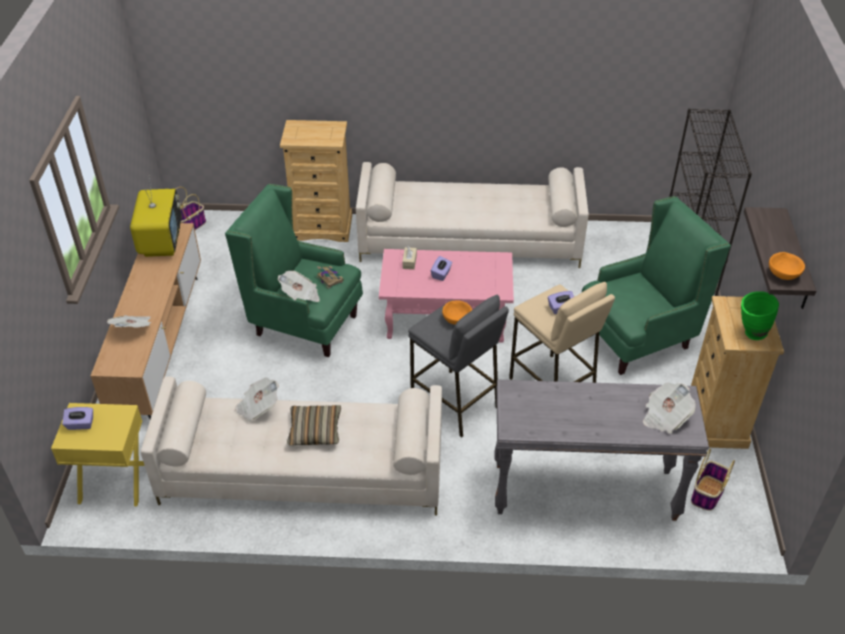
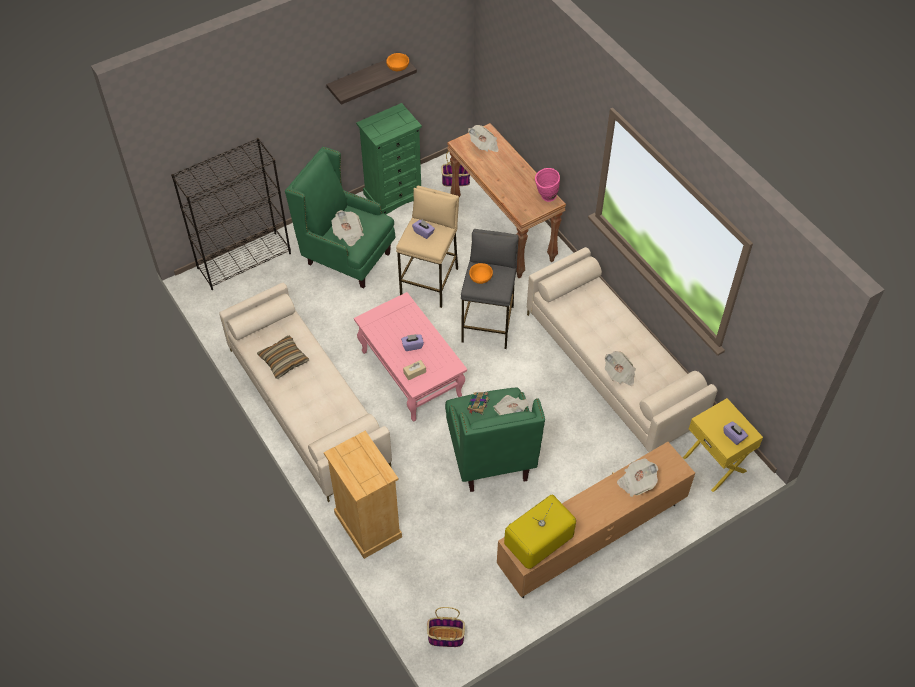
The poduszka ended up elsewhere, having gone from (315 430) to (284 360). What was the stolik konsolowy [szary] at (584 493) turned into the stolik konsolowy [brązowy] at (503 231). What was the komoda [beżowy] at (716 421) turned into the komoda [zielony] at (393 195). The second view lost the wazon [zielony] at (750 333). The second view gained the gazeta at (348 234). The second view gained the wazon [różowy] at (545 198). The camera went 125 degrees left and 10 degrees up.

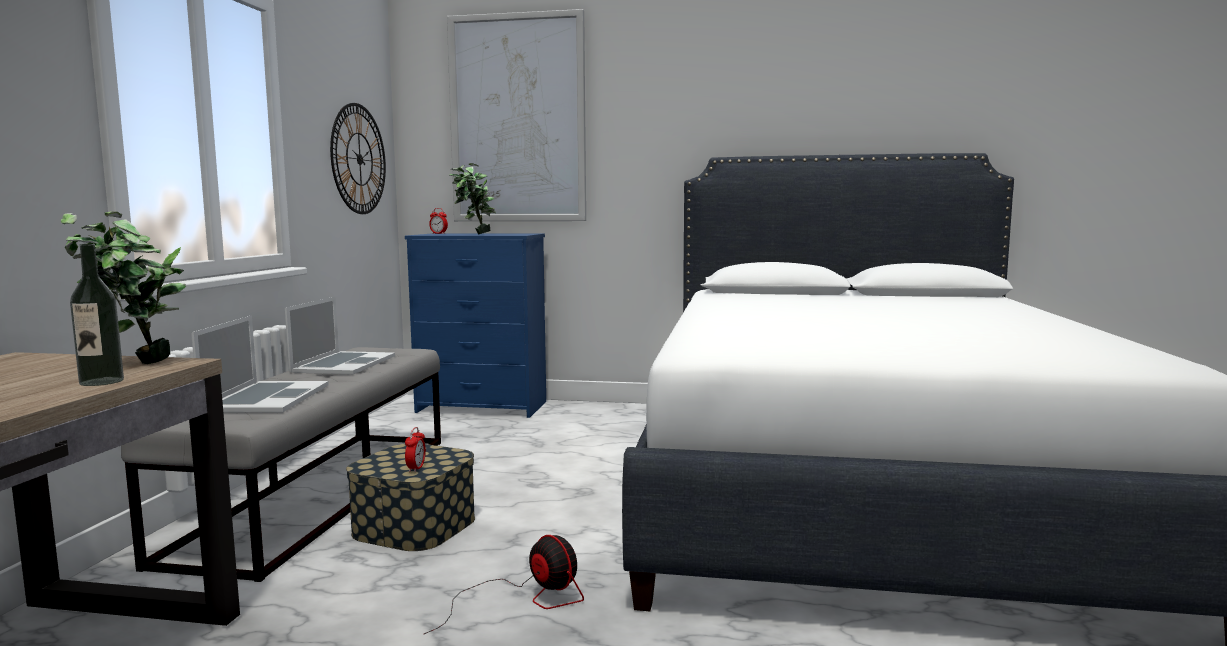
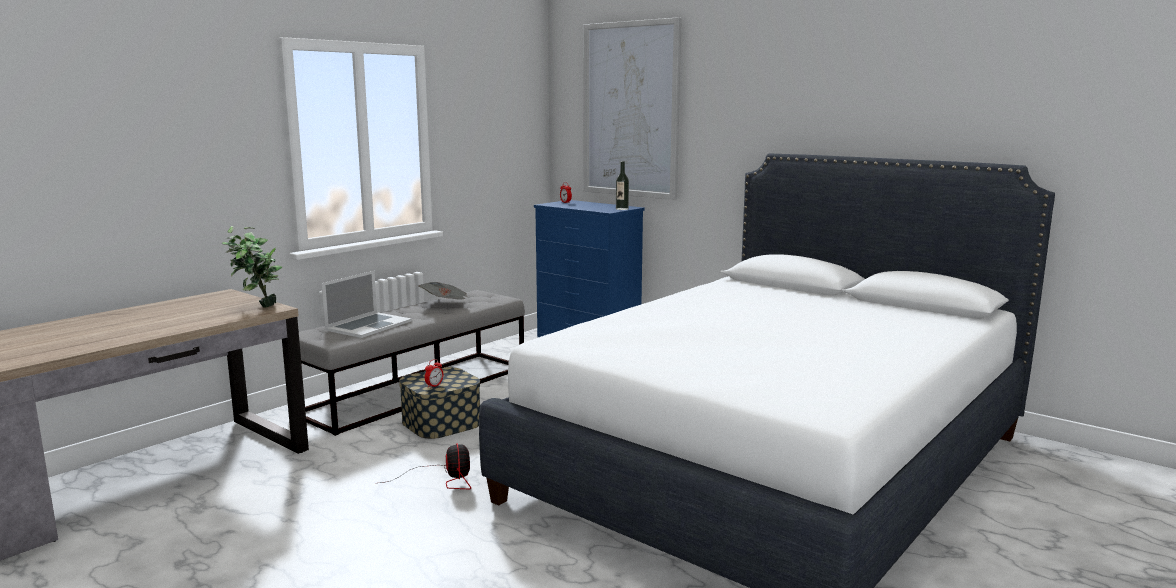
The butelka ended up elsewhere, having gone from (101 381) to (622 209). Where the laptop stood at (343 364), the gazeta came to stand at (445 304). The second view lost the zegar ścienny at (359 159). The second view lost the roślina doniczkowa at (474 234). The camera went 30 degrees right and 5 degrees up.

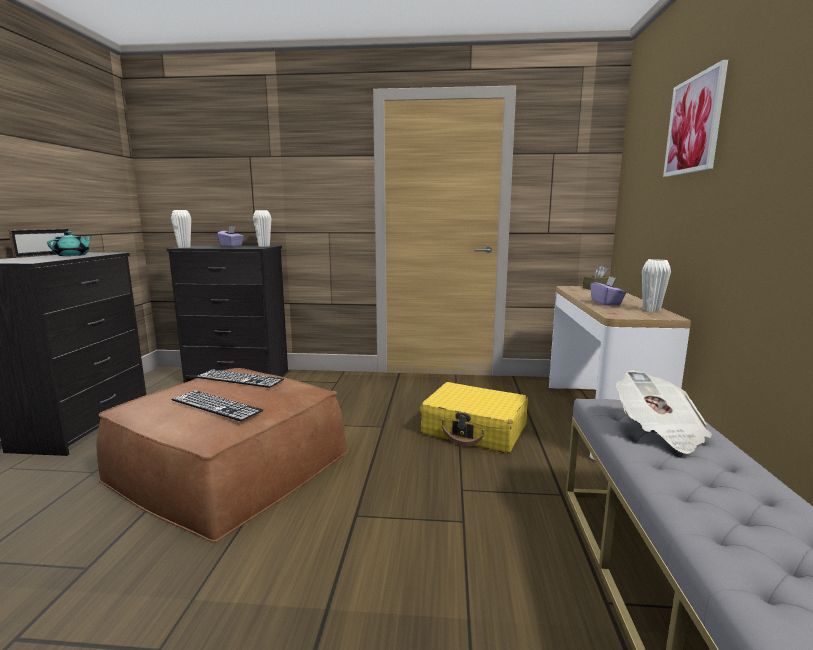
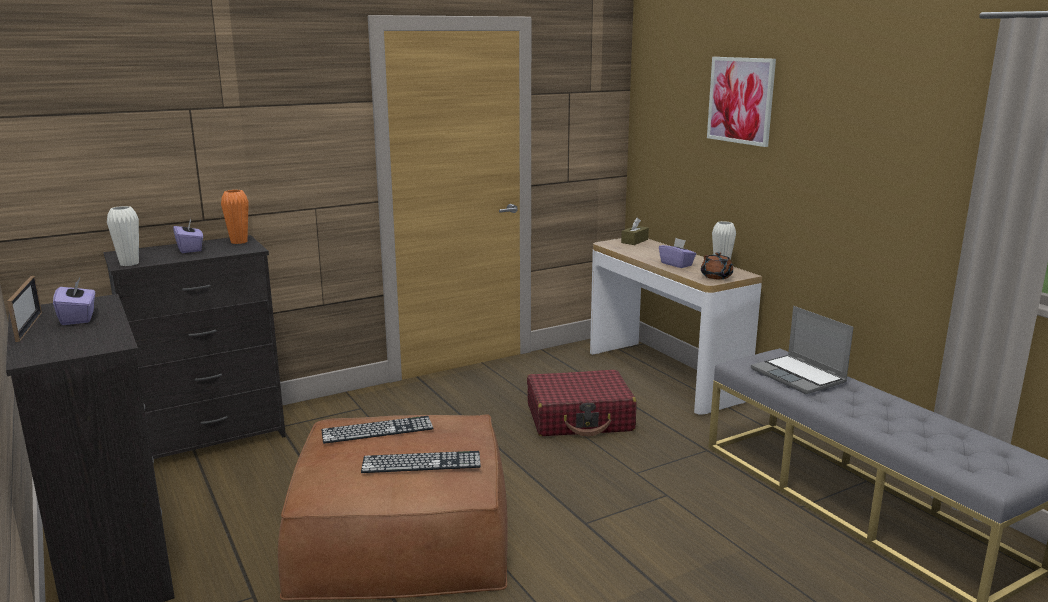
Where the imbryk [turkusowy] stood at (73 255), the pudełko chusteczek [fioletowy] came to stand at (78 318). What was the wazon [biały] at (264 246) turned into the wazon [pomarańczowy] at (239 242). What was the walizka [żółty] at (474 430) turned into the walizka [czerwony] at (580 418). Where the gazeta stood at (659 432), the laptop came to stand at (799 376). The second view gained the imbryk [brązowy] at (716 277). The camera went 35 degrees left and 5 degrees up.

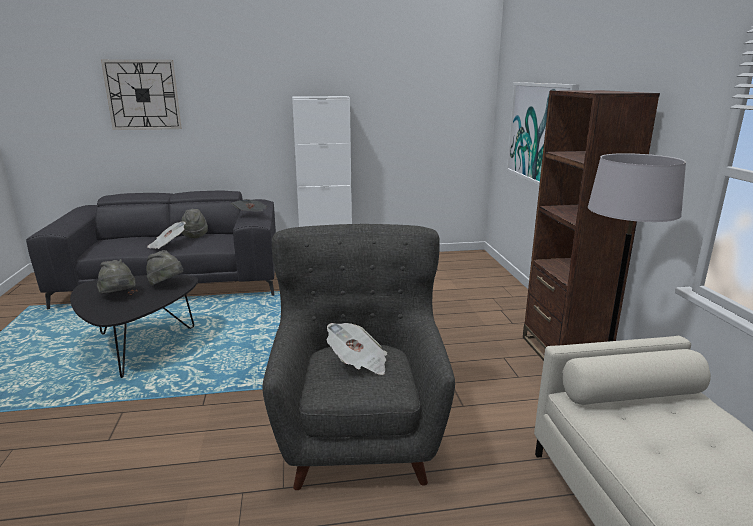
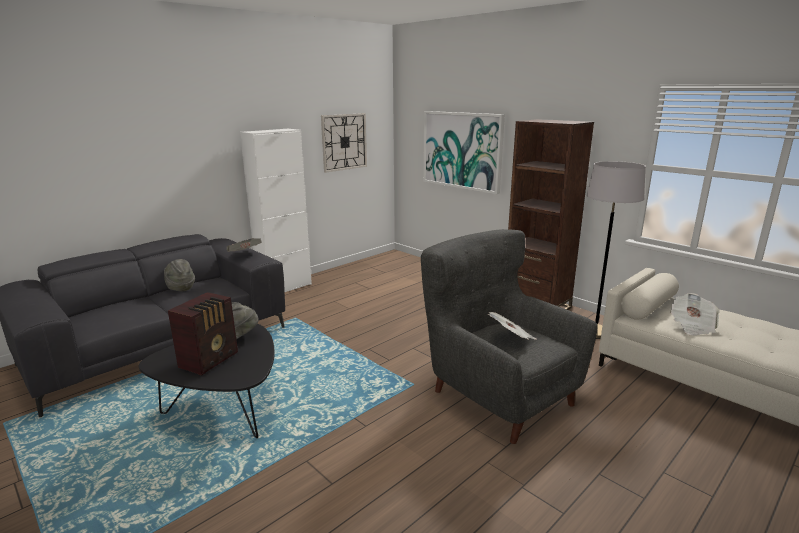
Where the kapelusz [szary] stood at (119 295), the radio came to stand at (210 360). The zegar ścienny ended up elsewhere, having gone from (143 95) to (344 142). The gazeta ended up elsewhere, having gone from (168 245) to (692 326). The camera went 35 degrees left and 0 degrees up.

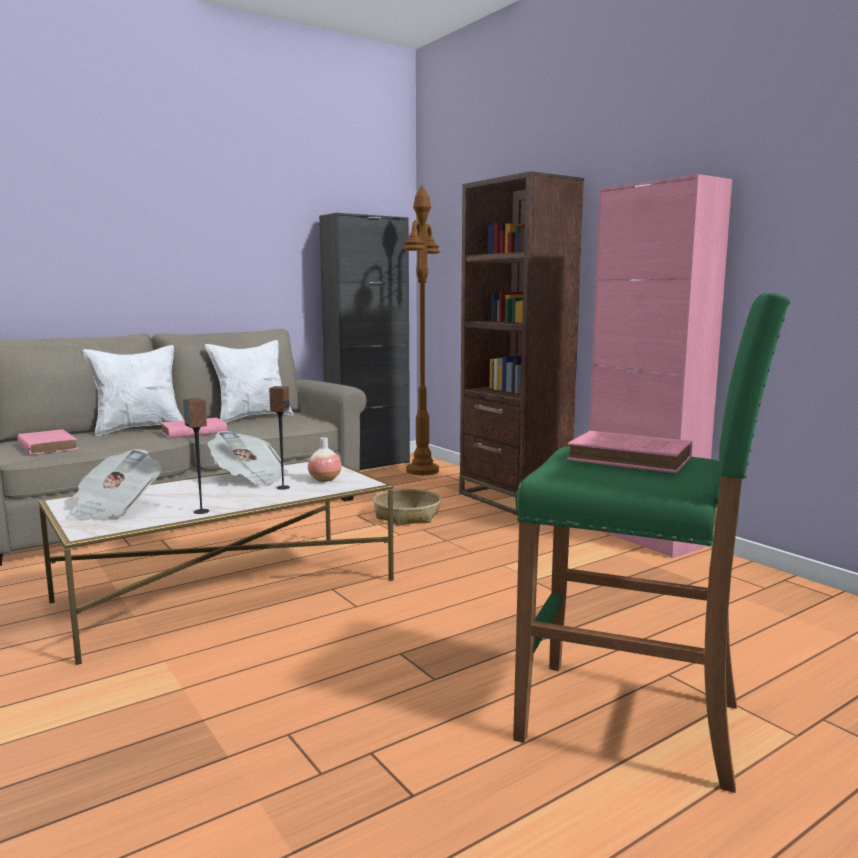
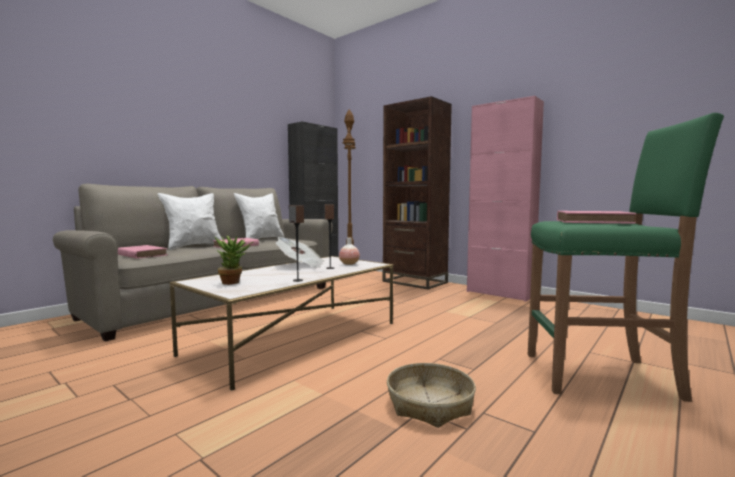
Where the gazeta stood at (114 508), the roślina doniczkowa came to stand at (234 282). The koszyk ended up elsewhere, having gone from (407 516) to (430 404). The camera went 15 degrees left and 5 degrees down.

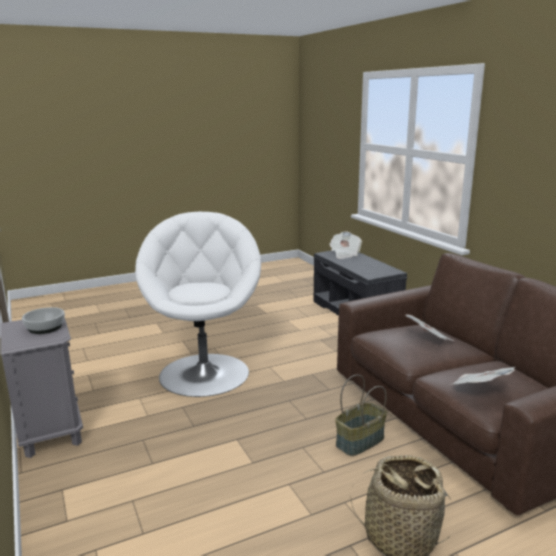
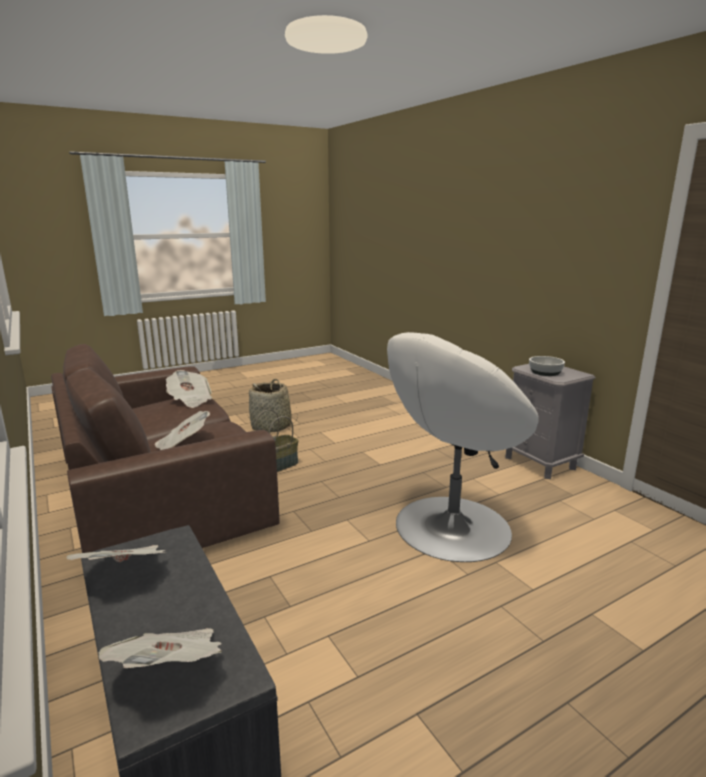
The fotel [biały] at (205 373) ended up facing another way, 60 degrees clockwise from before. The second view gained the gazeta at (125 573). The camera went 175 degrees right and 0 degrees up.

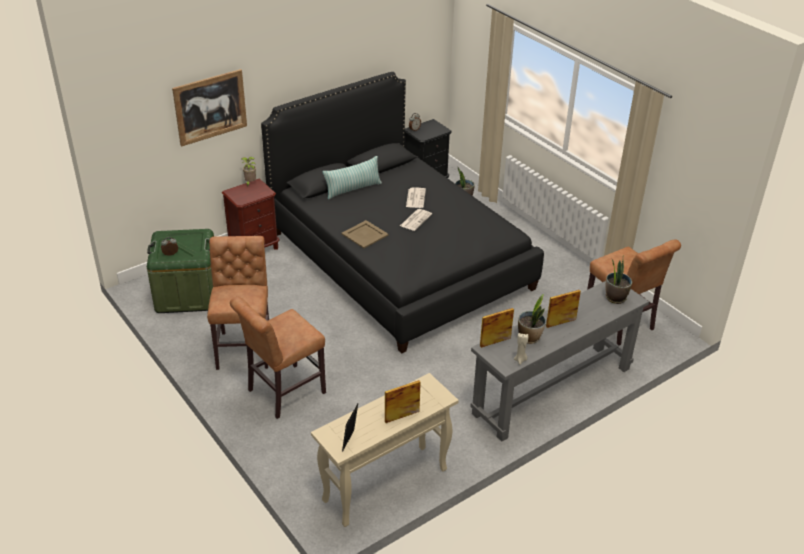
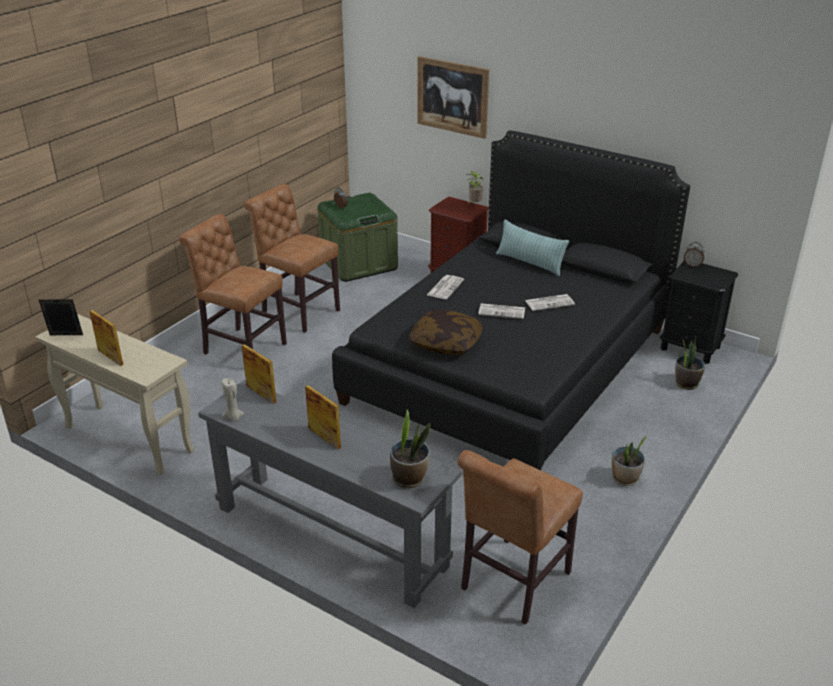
The krzesło [brązowy] at (245 347) ended up facing another way, 120 degrees counterclockwise from before. Where the taca [beżowy] stood at (364 234), the gazeta came to stand at (445 287). The roślina doniczkowa ended up elsewhere, having gone from (529 337) to (625 478). The second view gained the poduszka at (446 343). The camera went 70 degrees right and 5 degrees down.

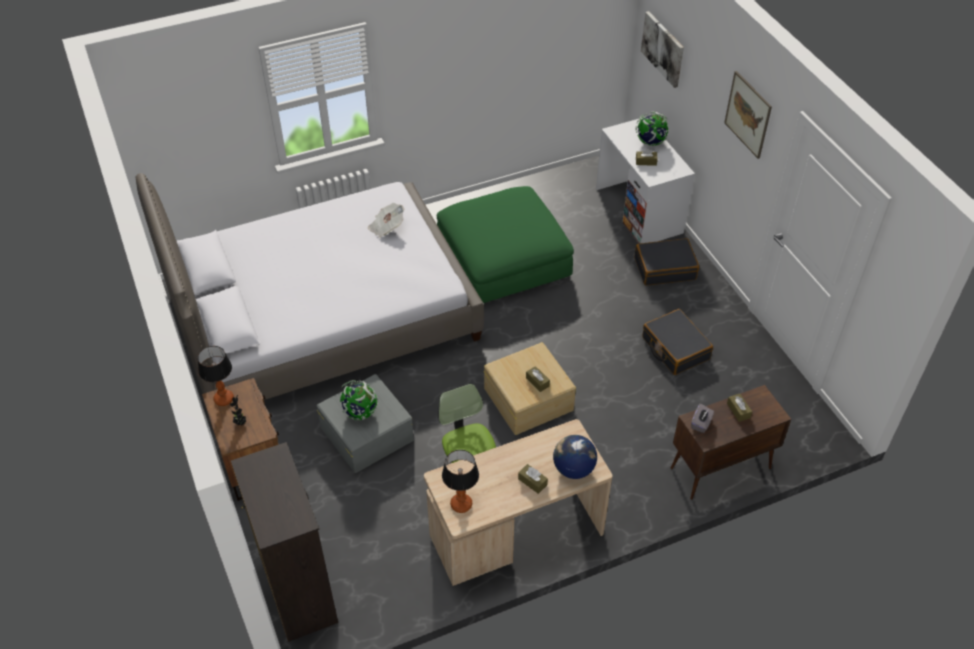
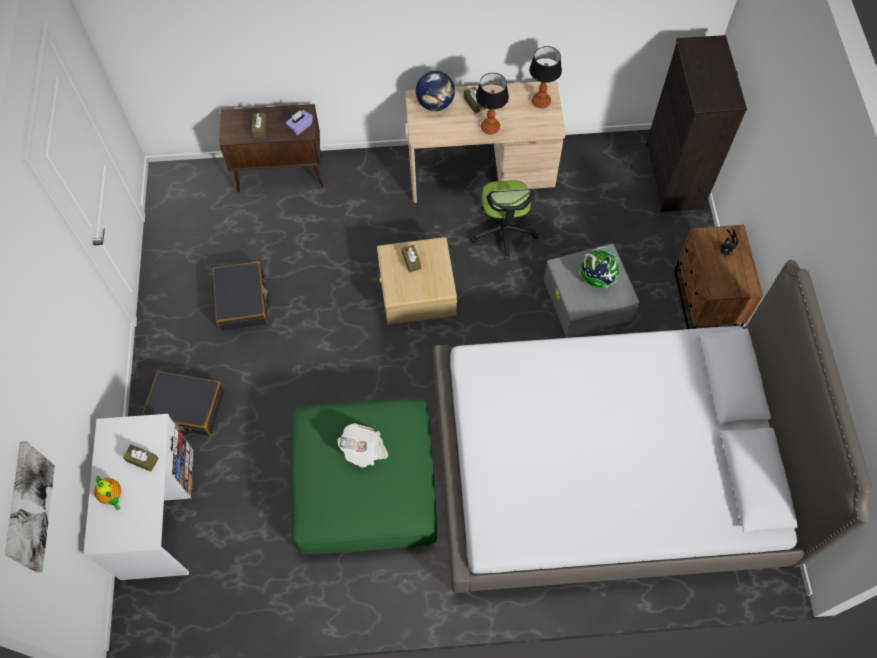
The lampa stołowa ended up elsewhere, having gone from (224 399) to (490 127). The gazeta ended up elsewhere, having gone from (386 227) to (364 450). Where the globus stood at (650 142), the imbryk came to stand at (112 496). What was the pudełko chusteczek [szary] at (701 423) turned into the pudełko chusteczek [fioletowy] at (300 126). The second view lost the obraz at (748 114). The camera went 160 degrees left and 15 degrees up.

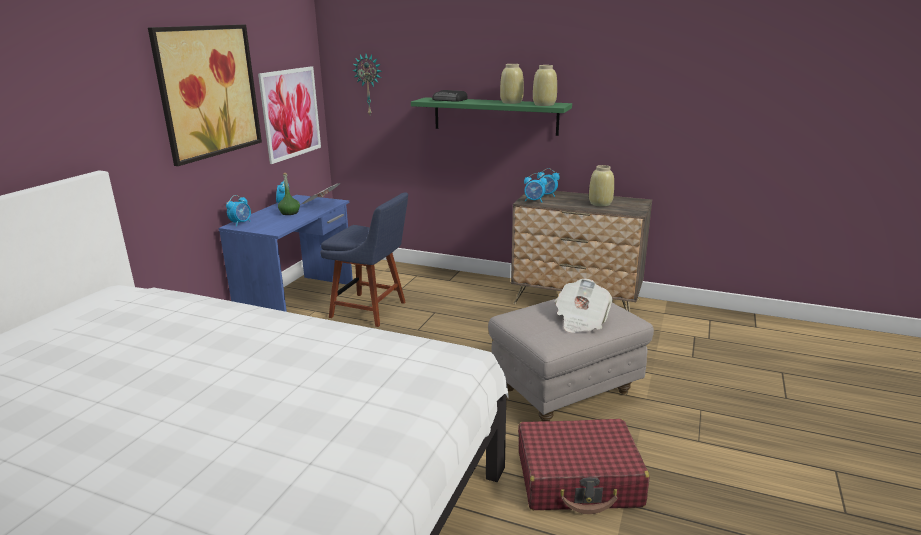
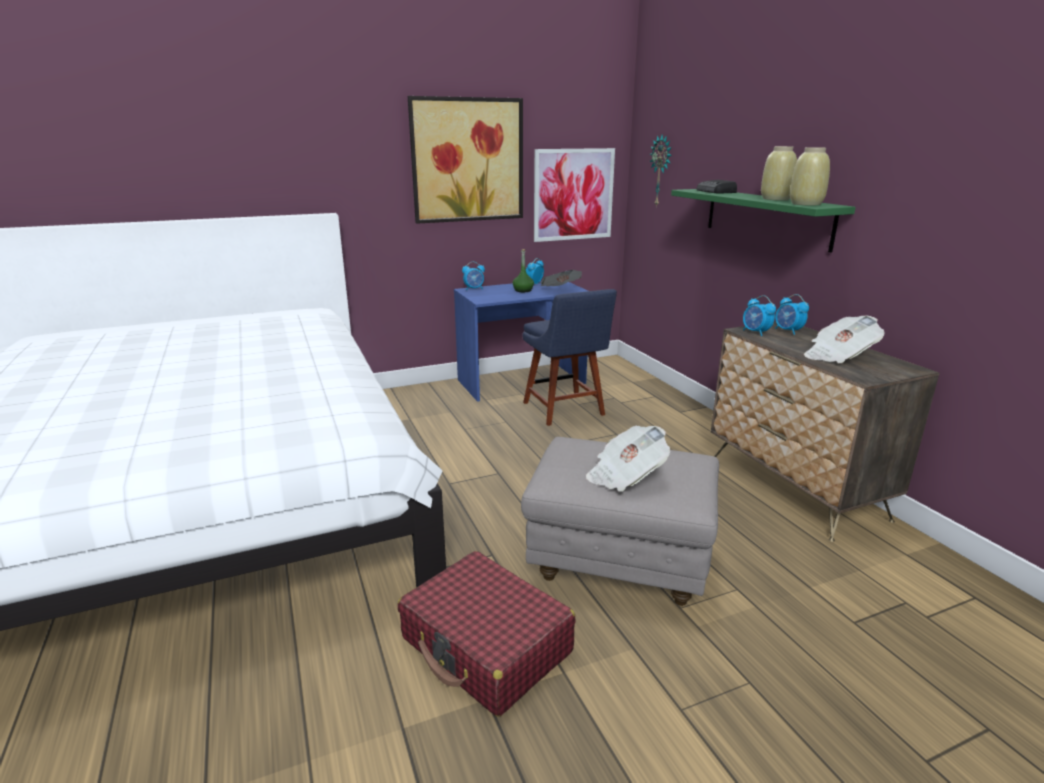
Where the wazon [beżowy] stood at (600 204), the gazeta came to stand at (838 356). The camera went 45 degrees right and 0 degrees up.

